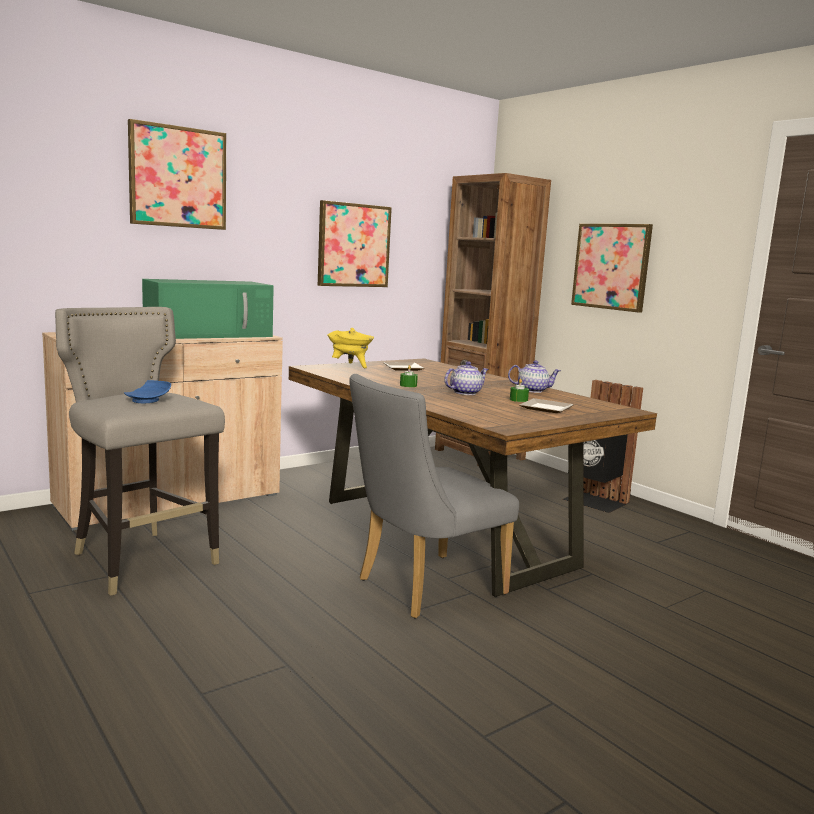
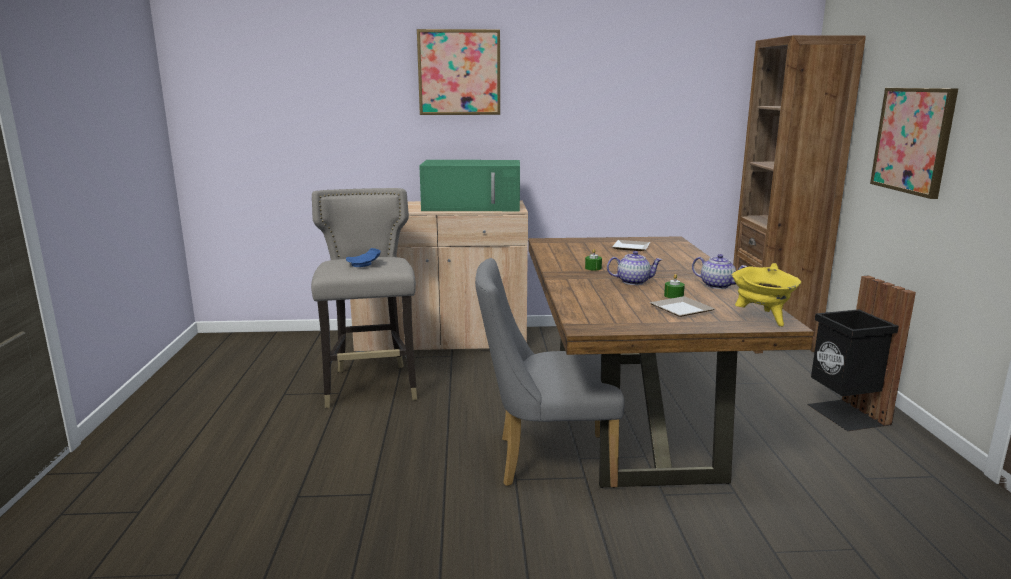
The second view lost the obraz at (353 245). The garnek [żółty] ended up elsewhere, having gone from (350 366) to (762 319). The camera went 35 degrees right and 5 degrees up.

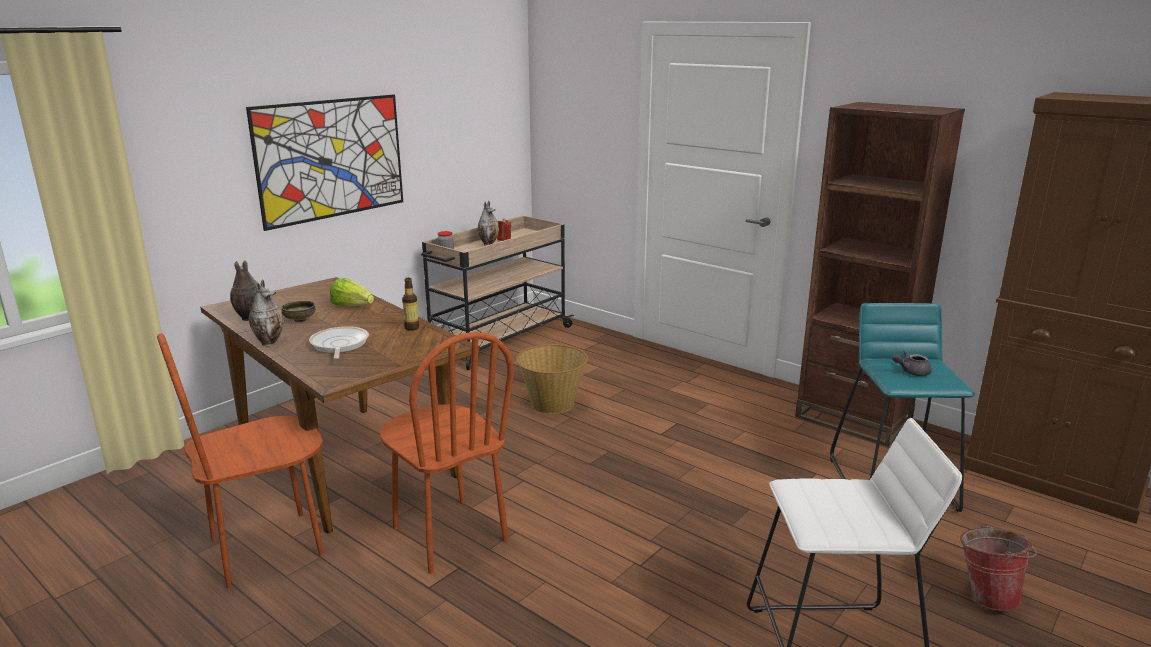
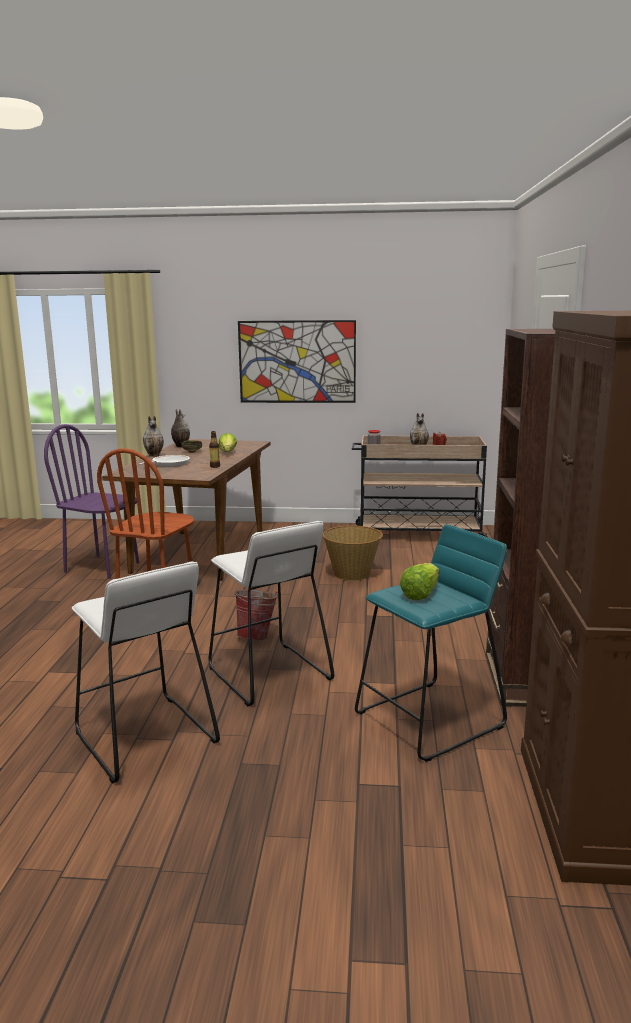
What was the krzesło [brązowy] at (266 547) turned into the krzesło [fioletowy] at (102 567). Where the imbryk [szary] stood at (911 372), the sałata came to stand at (420 594). The wiadro ended up elsewhere, having gone from (986 595) to (258 636). The second view gained the stołek [biały] at (268 674). The camera went 55 degrees right and 5 degrees down.

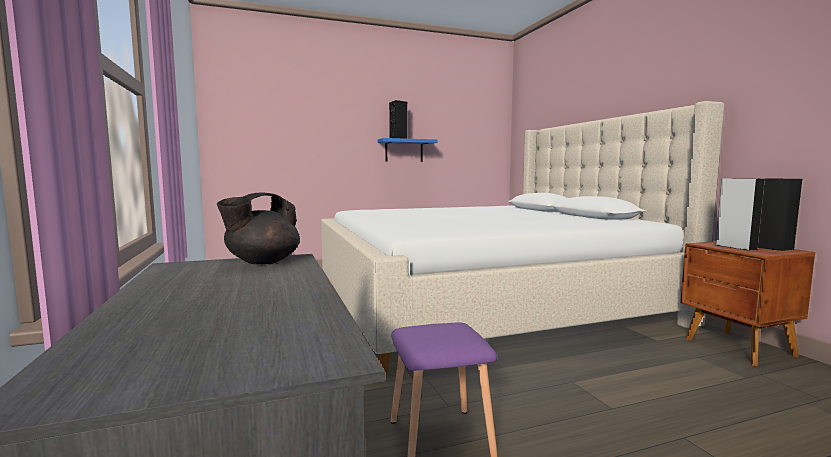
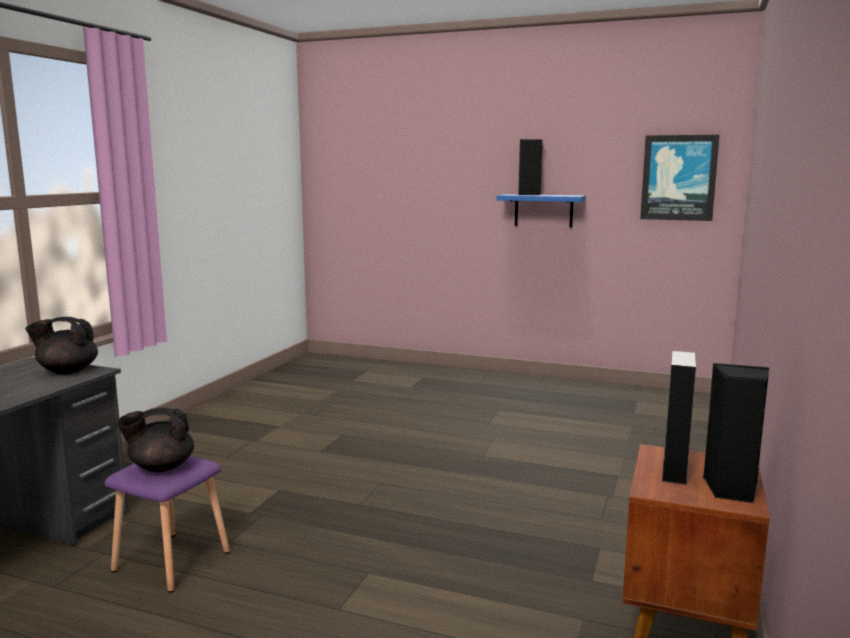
The second view lost the łóżko [beżowy] at (485 302). The second view gained the imbryk [czarny] at (160 467). The second view gained the obraz at (678 178). The camera went 40 degrees right and 5 degrees up.

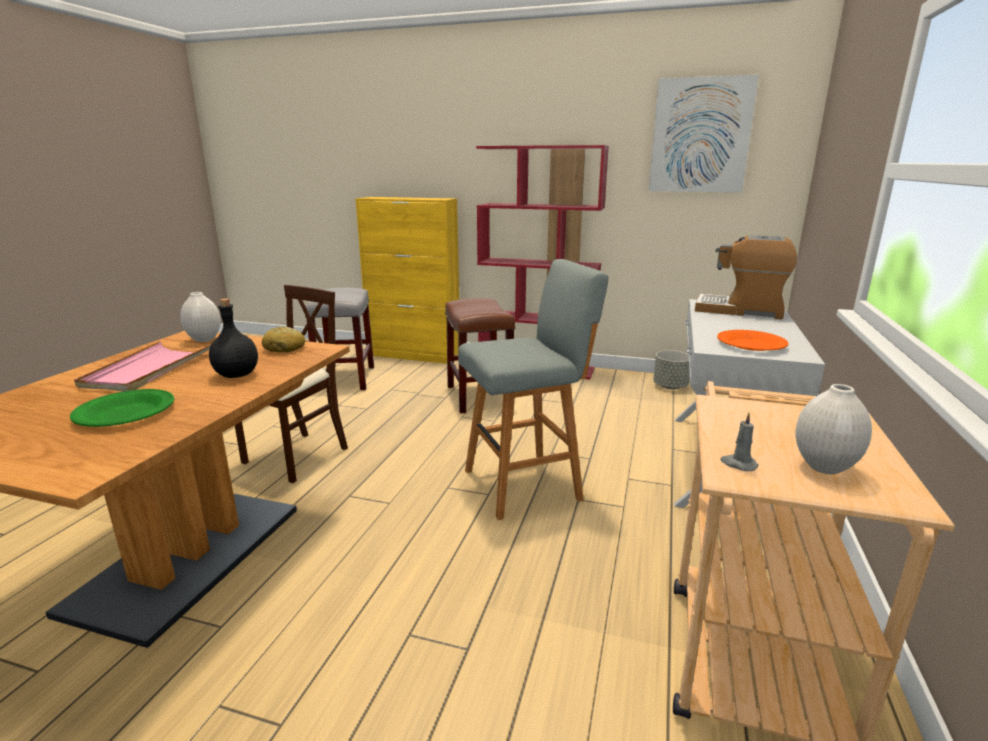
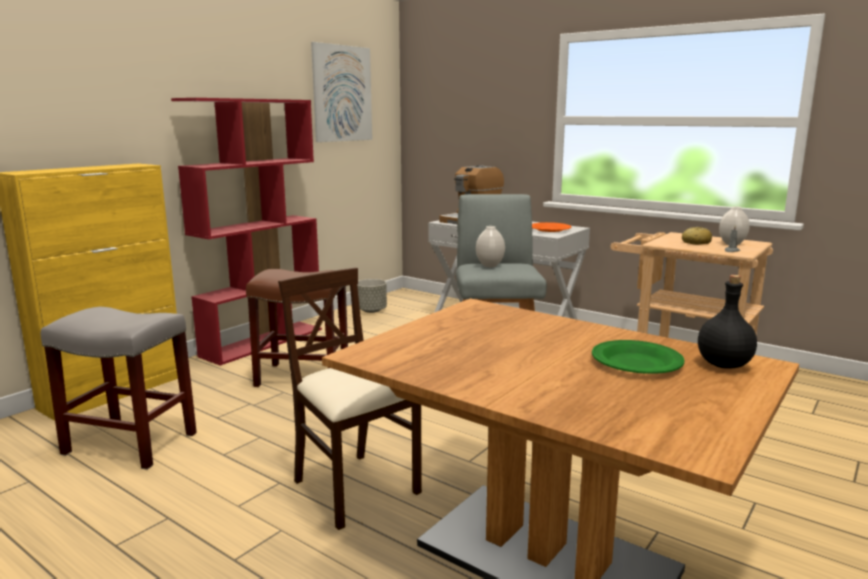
The second view lost the taca [różowy] at (148 370). The wazon [biały] ended up elsewhere, having gone from (205 340) to (490 265). The butelka [czarny] ended up elsewhere, having gone from (236 375) to (725 365). The chleb ended up elsewhere, having gone from (285 348) to (696 243). The camera went 70 degrees left and 5 degrees down.

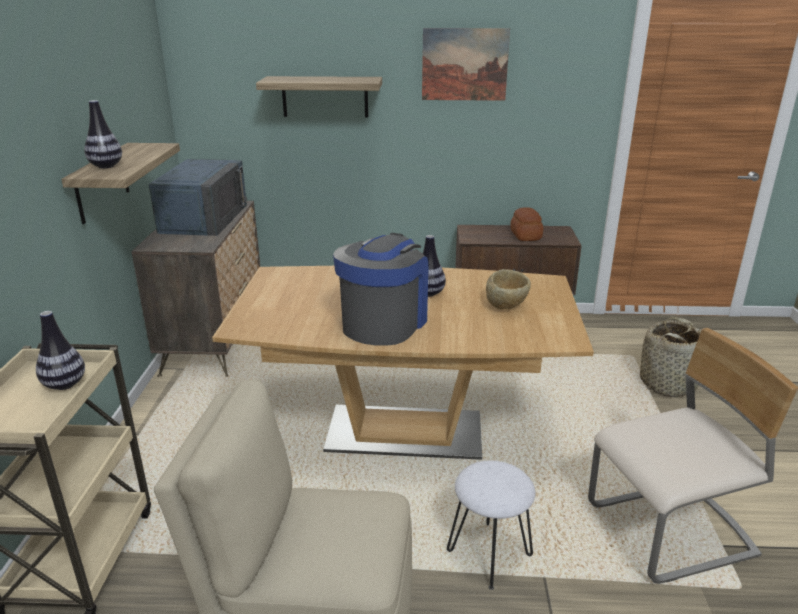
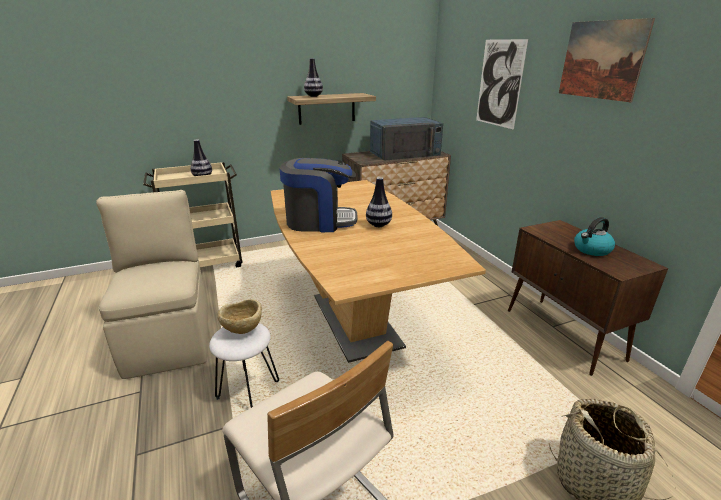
Where the półka hung at (325 96), the obraz came to hang at (499 83). The miska [beżowy] ended up elsewhere, having gone from (506 306) to (243 331). Where the chleb stood at (526 235), the czajnik came to stand at (591 250). The camera went 65 degrees right and 0 degrees up.

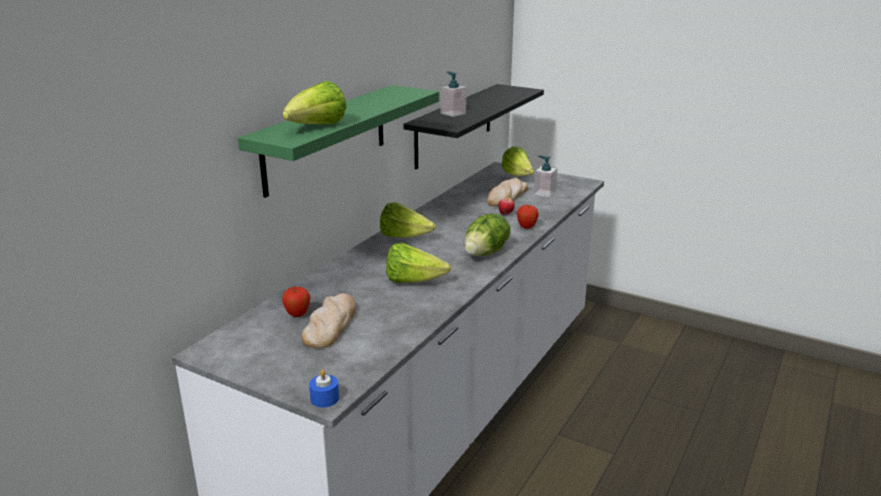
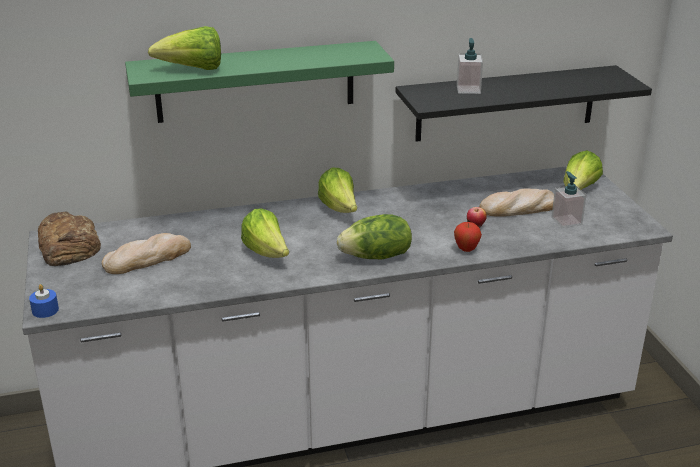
The second view lost the jabłko at (297 315). The second view gained the chleb at (68 247). The camera went 45 degrees right and 5 degrees up.

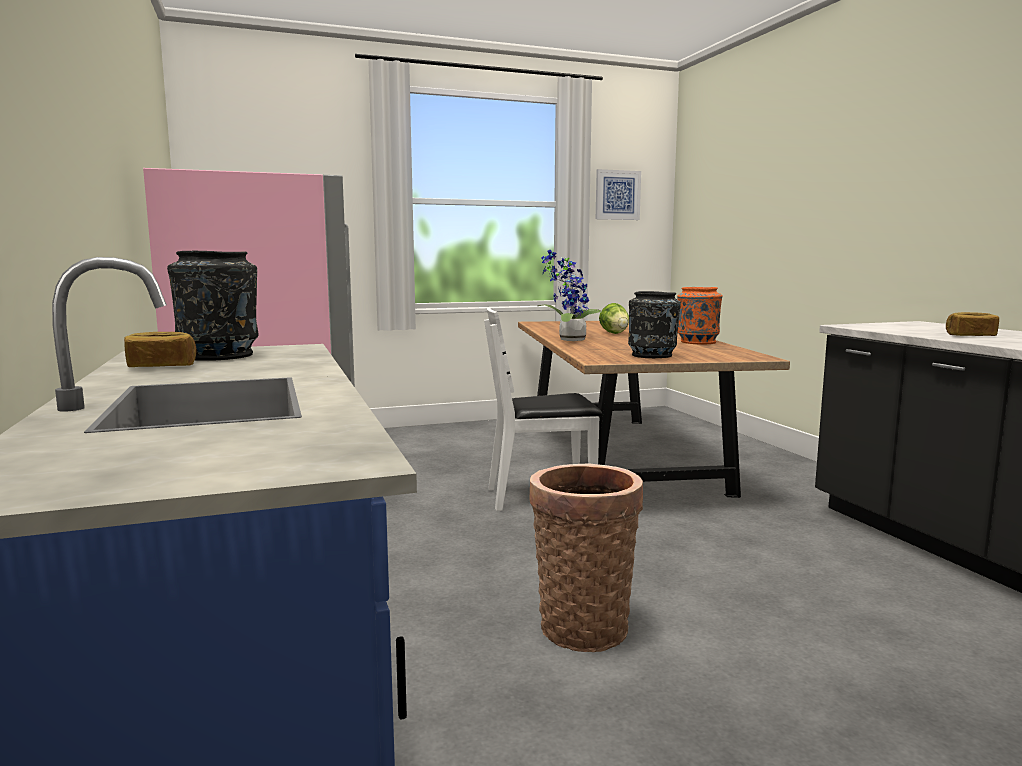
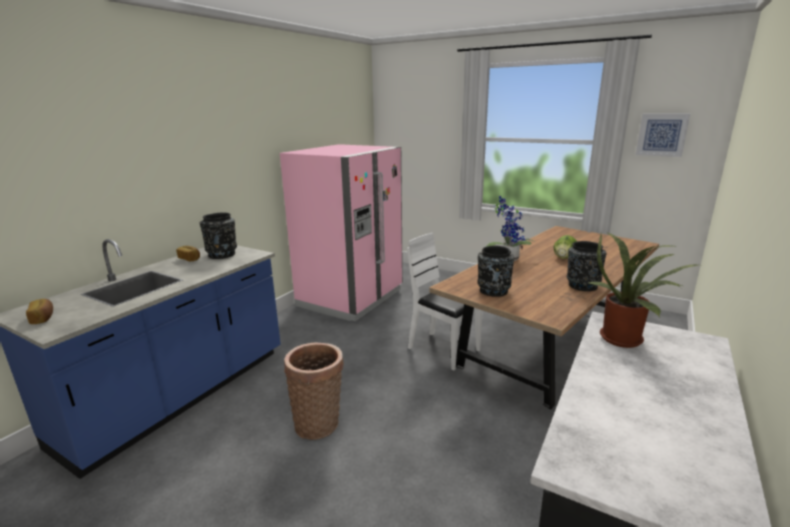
What was the wazon [pomarańczowy] at (697 342) turned into the wazon [czarny] at (582 285). The chleb ended up elsewhere, having gone from (970 336) to (43 318). The second view gained the roślina doniczkowa at (625 339). The camera went 50 degrees right and 10 degrees up.

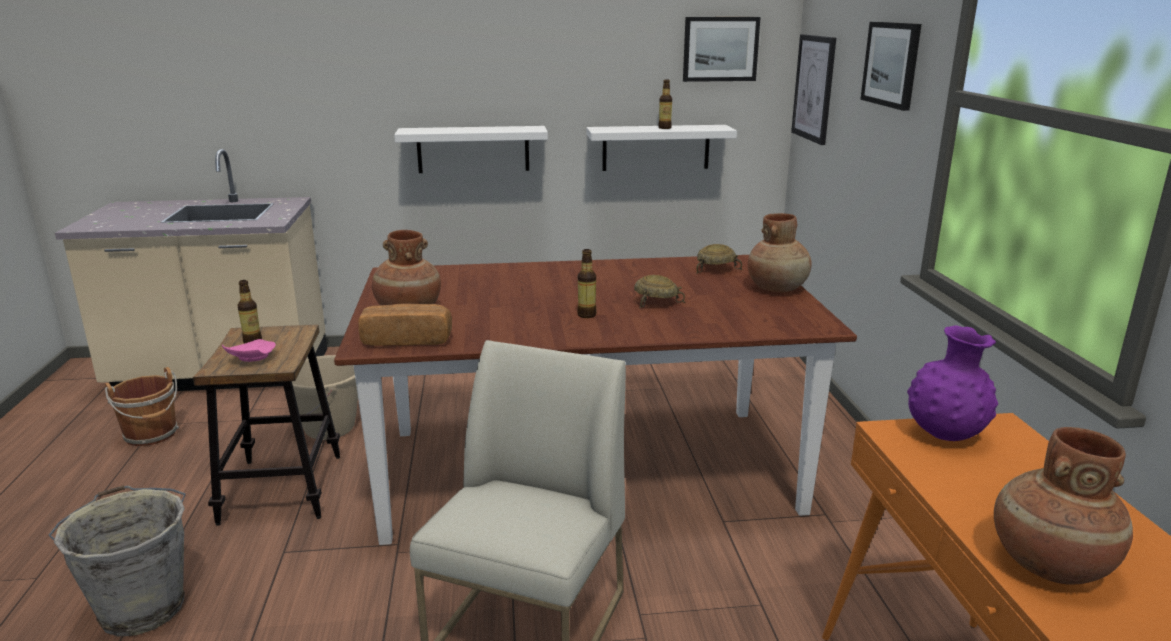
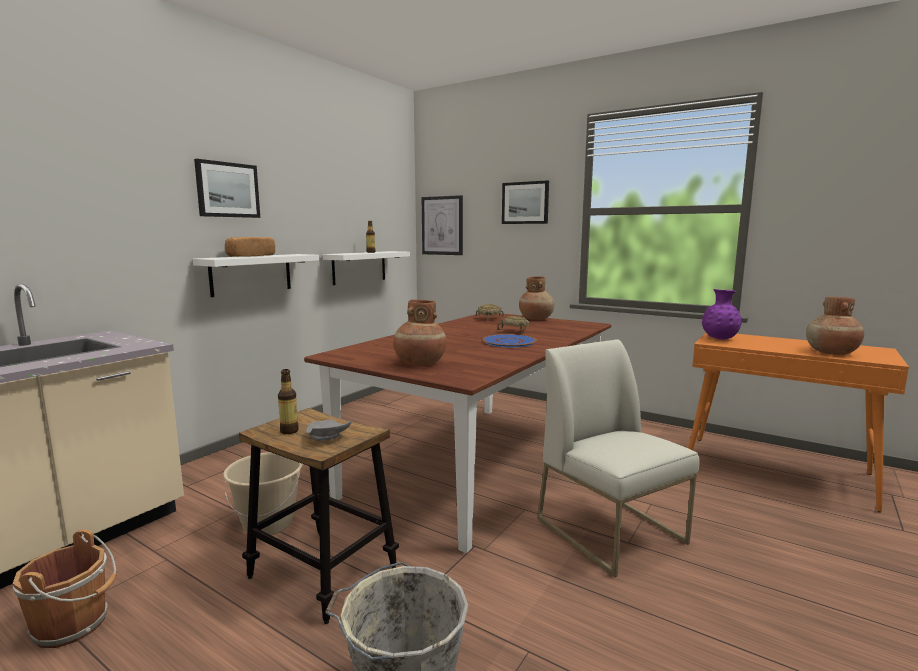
What was the talerz [różowy] at (251 358) turned into the talerz [szary] at (326 437). The chleb ended up elsewhere, having gone from (407 340) to (250 256). Where the butelka stood at (586 315), the talerz [niebieski] came to stand at (509 342). The obraz ended up elsewhere, having gone from (720 49) to (227 190). The camera went 50 degrees left and 10 degrees down.

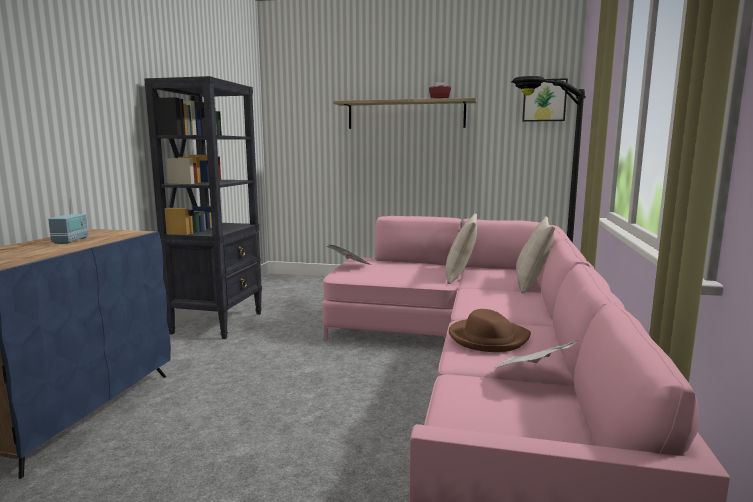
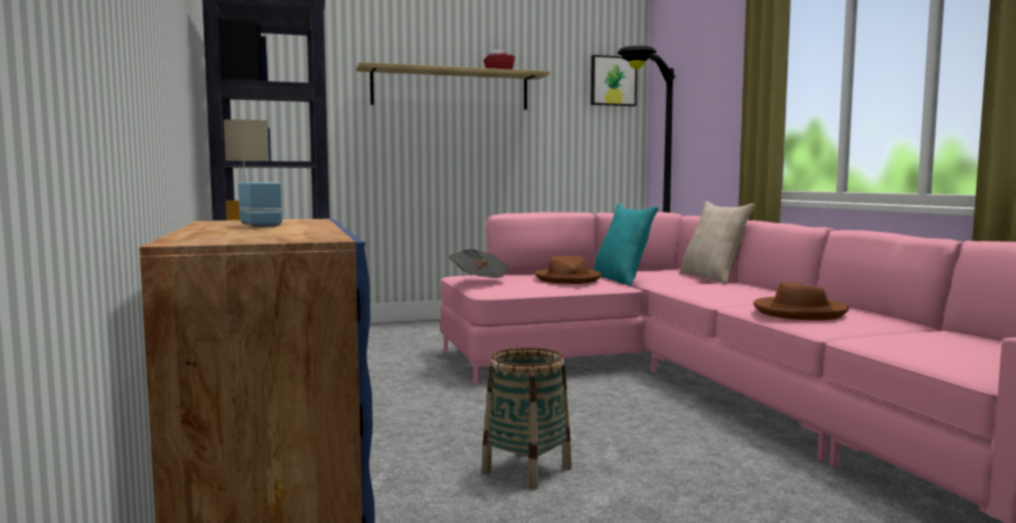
What was the poduszka [beżowy] at (460 276) turned into the poduszka [turkusowy] at (622 280). The second view lost the gazeta at (530 376). The second view gained the koszyk at (526 470). The second view gained the kapelusz [brązowy] at (568 279). The camera went 30 degrees left and 5 degrees down.

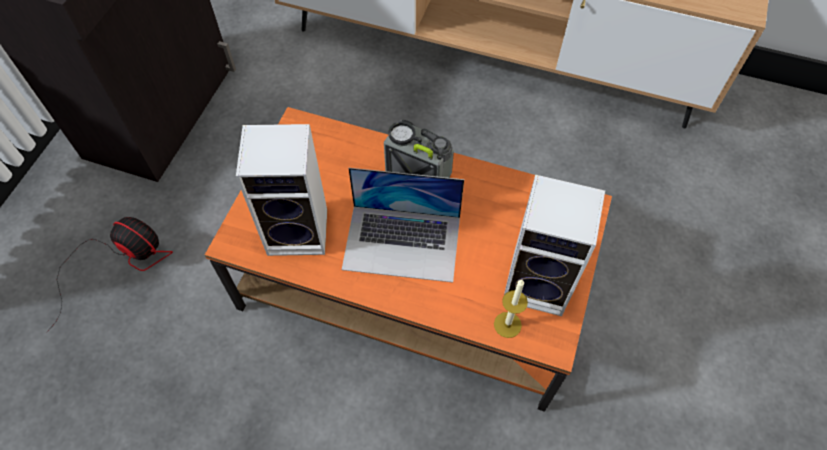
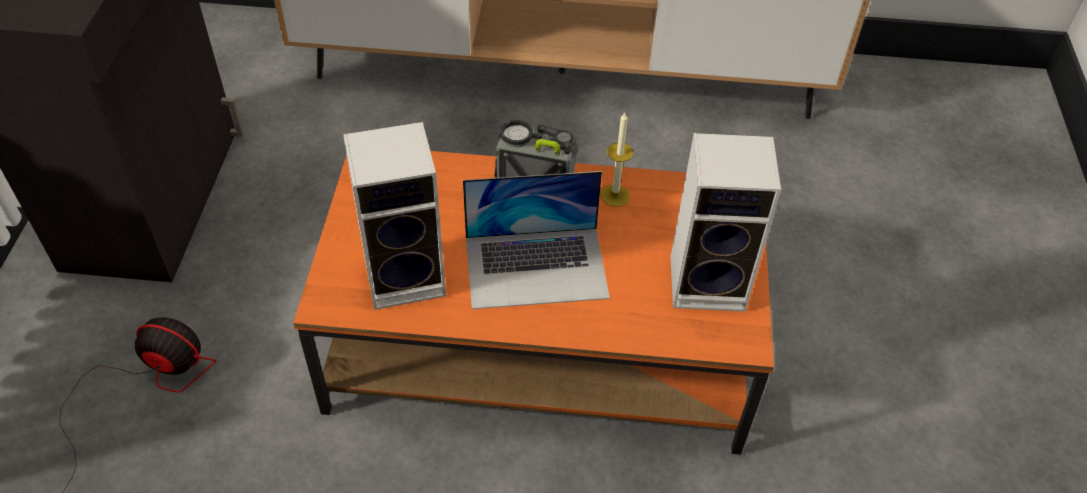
The świeca ended up elsewhere, having gone from (507 324) to (615 195). The camera went 15 degrees left and 10 degrees down.

